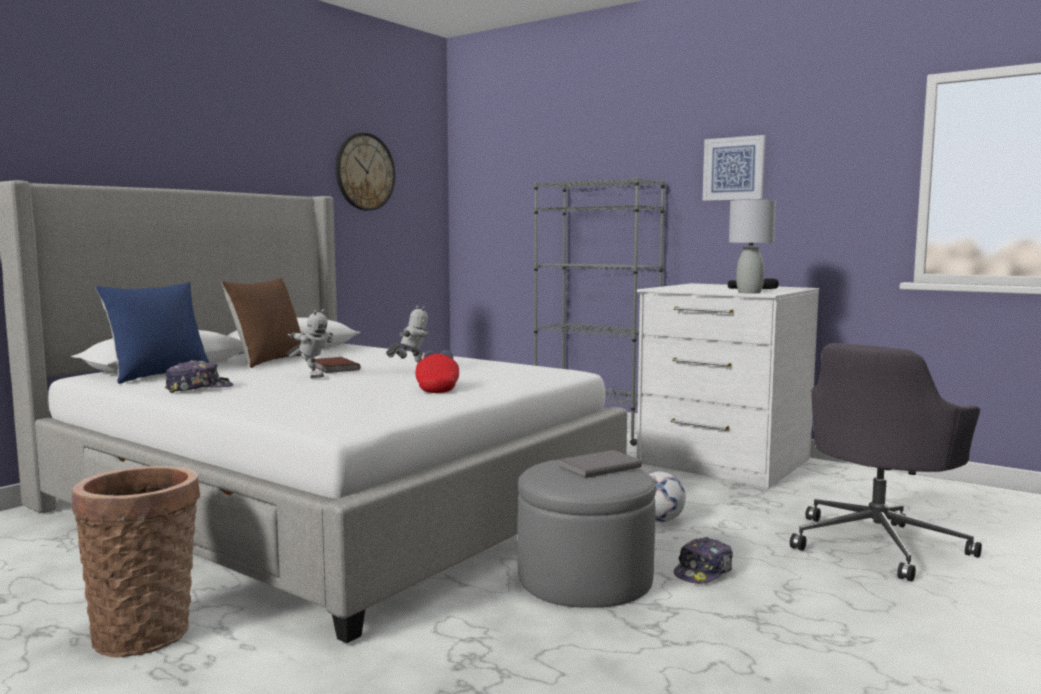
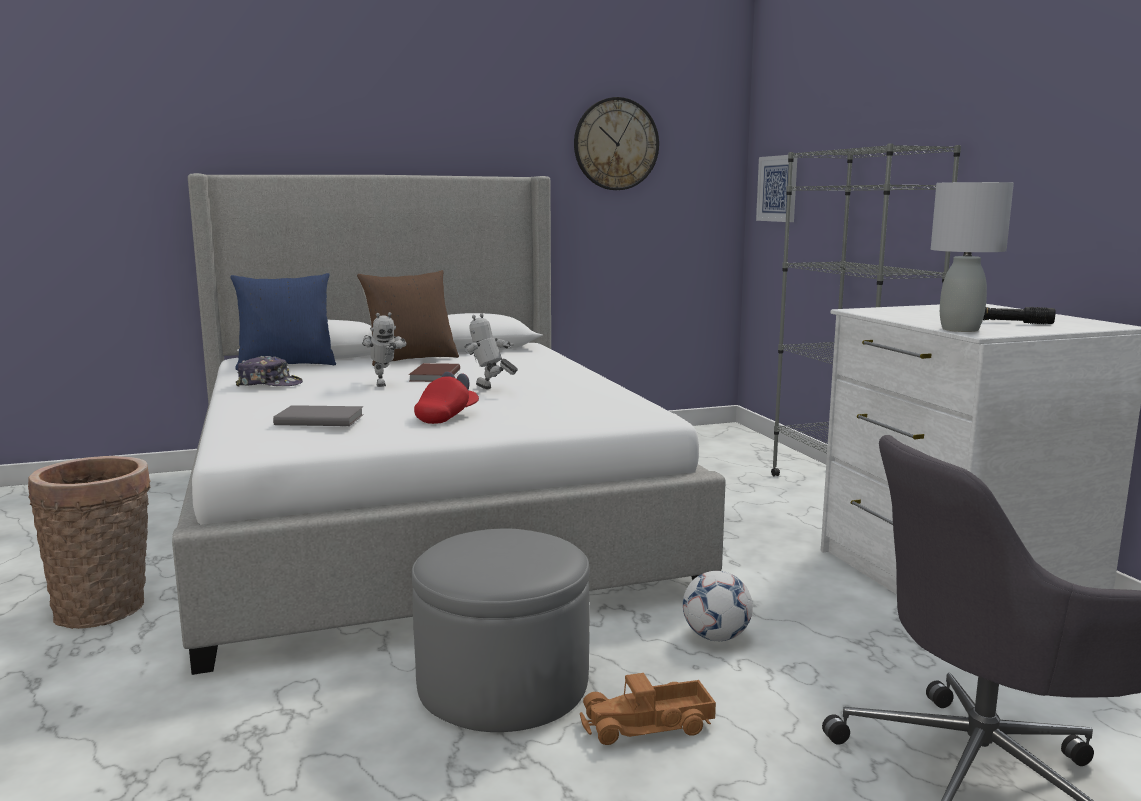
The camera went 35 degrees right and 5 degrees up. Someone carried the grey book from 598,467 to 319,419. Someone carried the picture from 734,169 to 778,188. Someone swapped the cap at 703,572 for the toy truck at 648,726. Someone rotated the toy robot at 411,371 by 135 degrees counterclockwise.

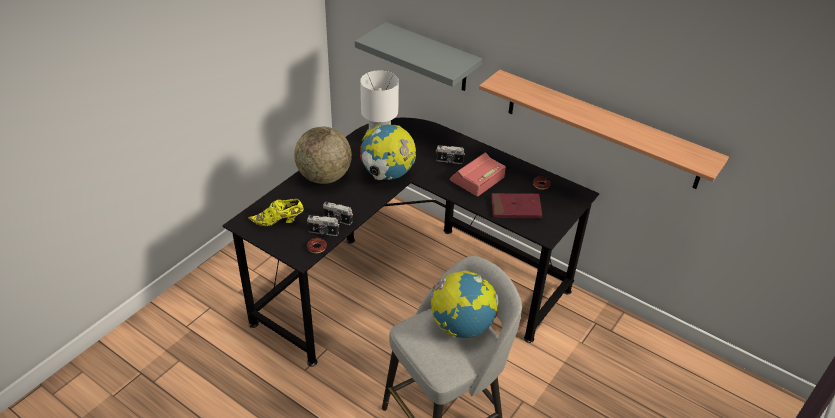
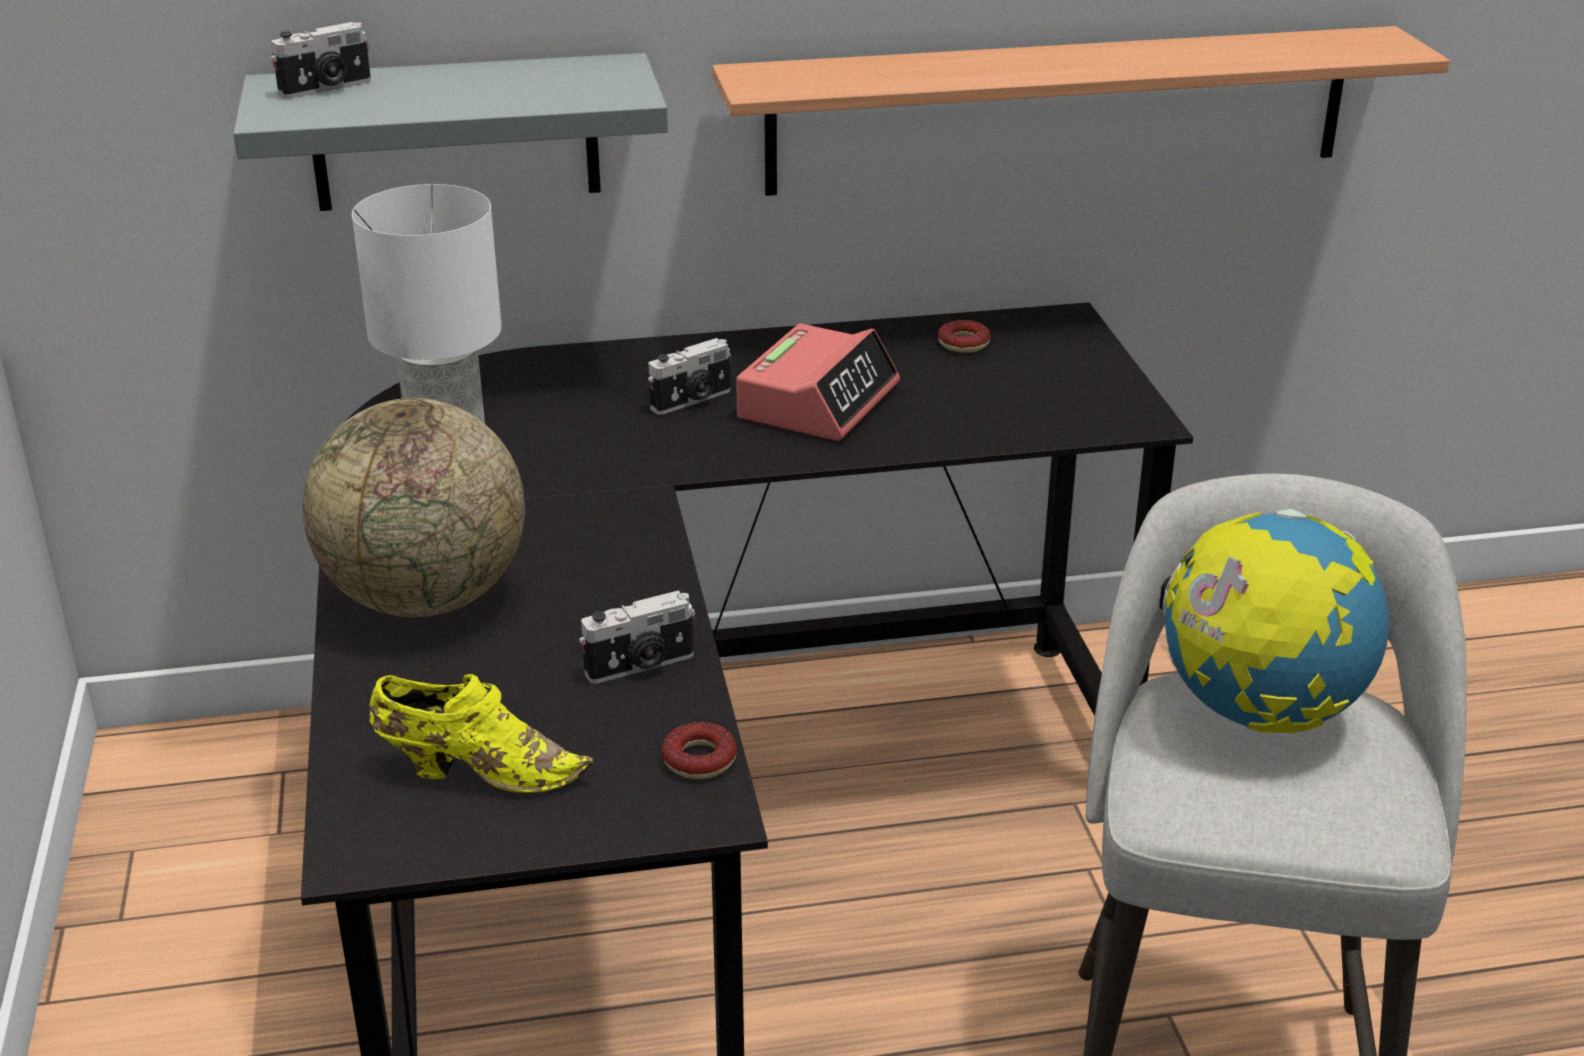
The camera went 45 degrees left and 10 degrees down. Someone took away the globe at 387,175. Someone took away the red book at 516,208. Someone carried the photo camera from 323,232 to 327,88. Someone rotated the yellow shoe at 279,221 by 120 degrees counterclockwise. Someone rotated the alarm clock at 477,179 by 150 degrees counterclockwise.

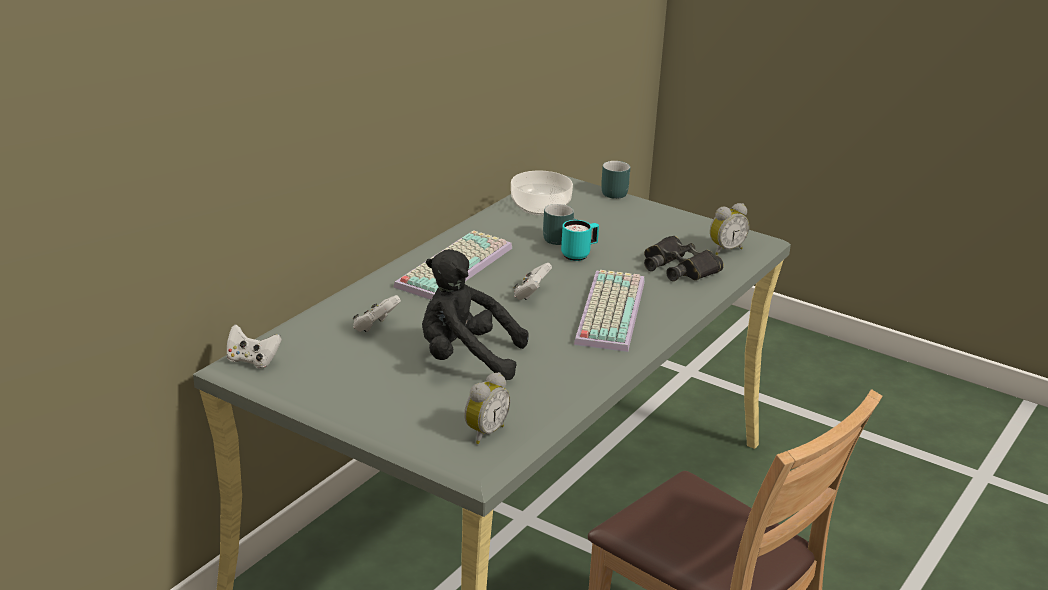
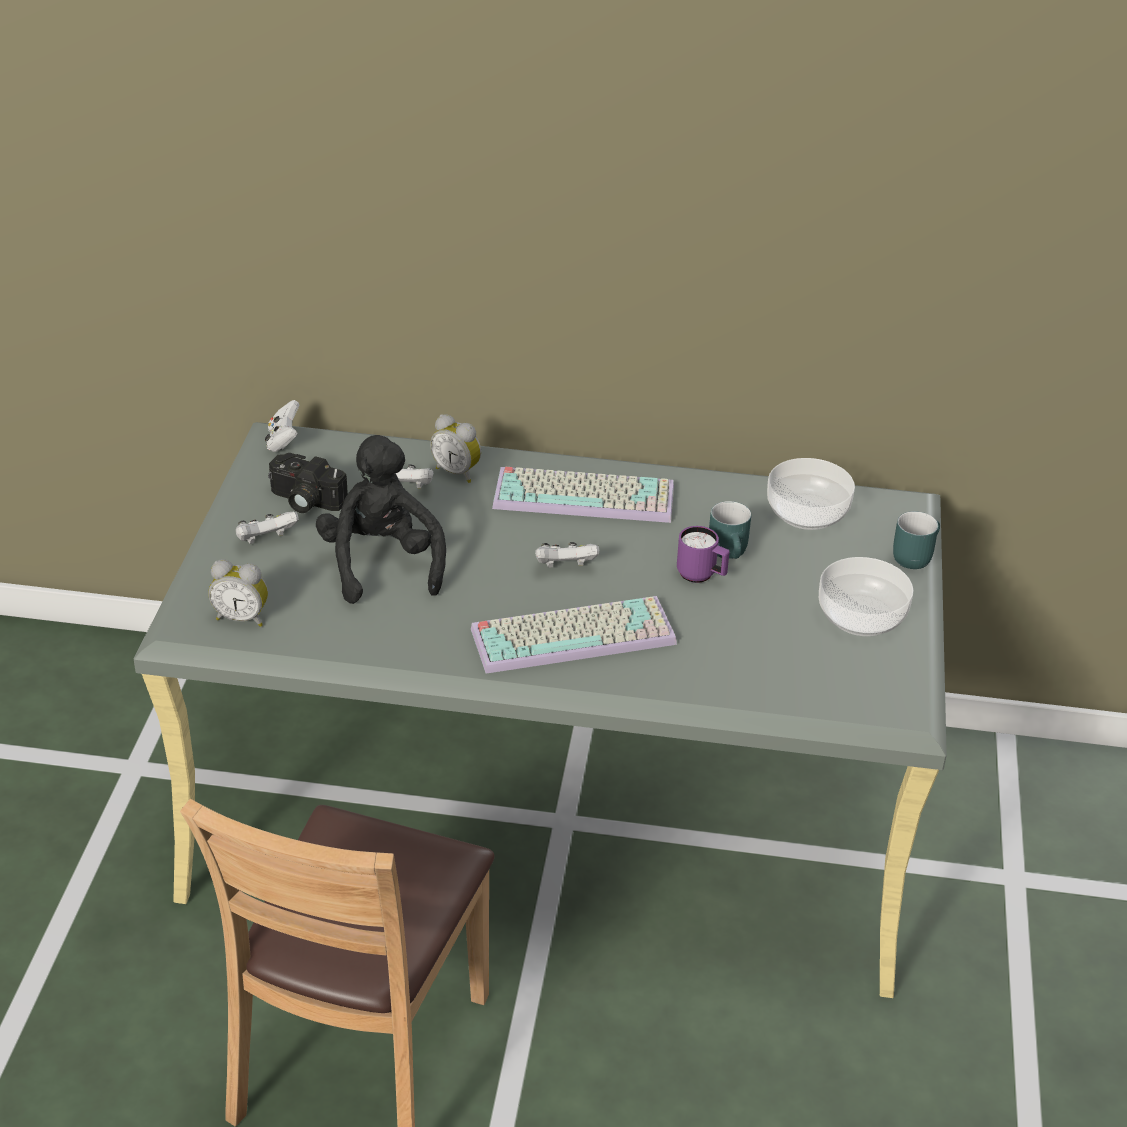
The camera went 65 degrees right and 10 degrees up. Someone took away the black binoculars at 679,268. Someone put down the white game controller at 266,540. Someone put down the photo camera at 304,501. Someone put down the bowl at 861,615. Someone carried the alarm clock from 725,249 to 458,472. Someone repainted the turquoise mug at 579,255, which became the purple mug at 701,576.

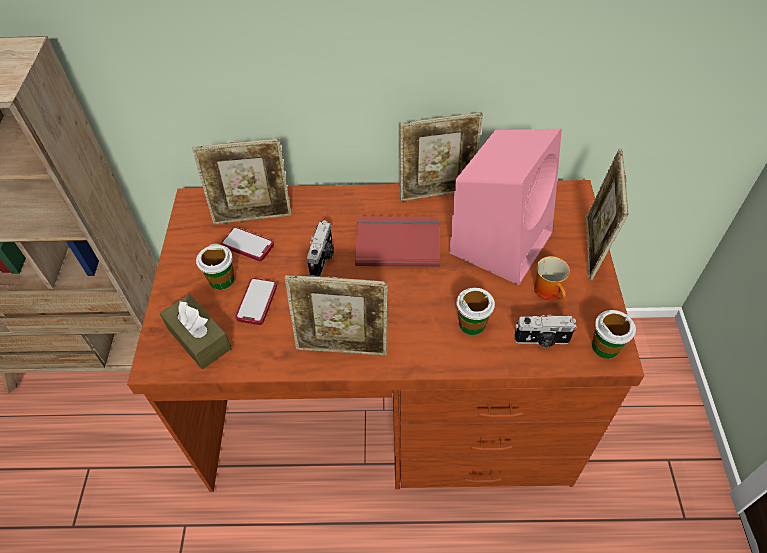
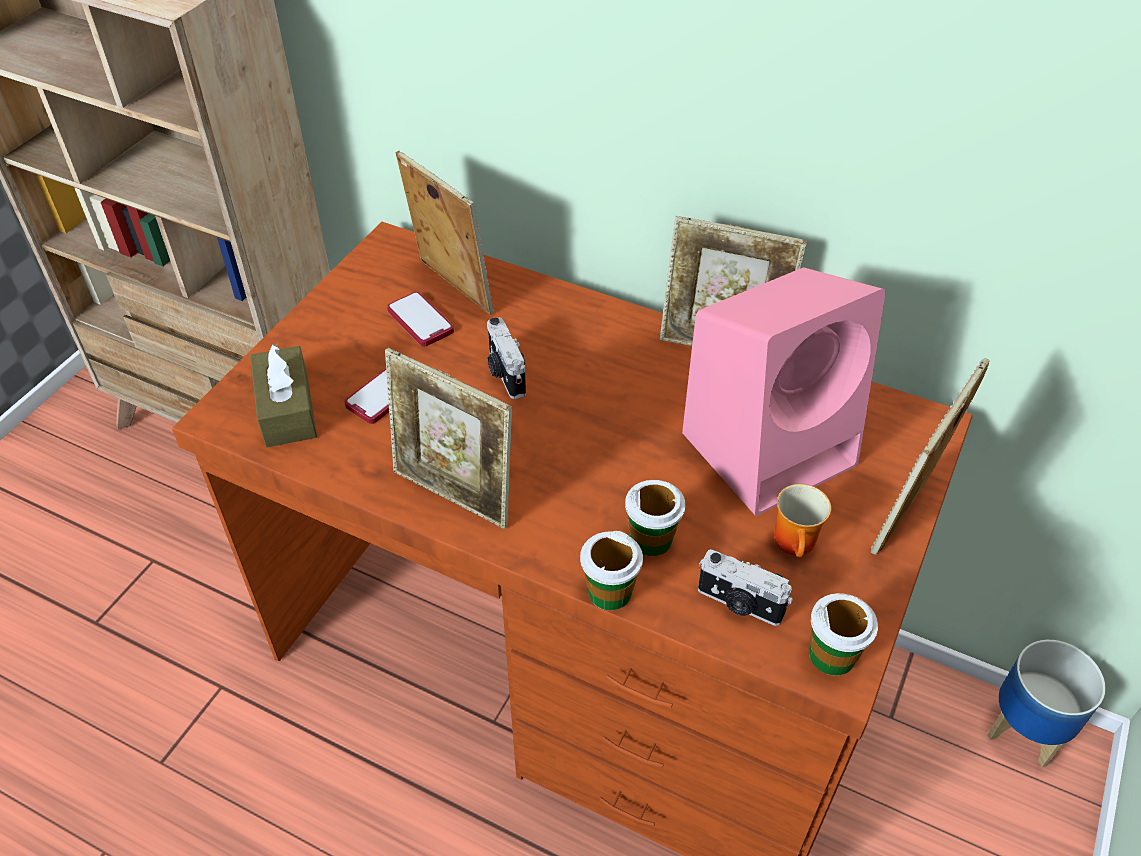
The camera went 25 degrees right and 5 degrees down. Someone took away the red book at 397,242. Someone put down the planter at 1026,731. Someone carried the cup from 221,280 to 609,592. Someone rotated the picture frame at 253,216 by 150 degrees counterclockwise. Someone rotated the photo camera at 323,258 by 120 degrees clockwise.

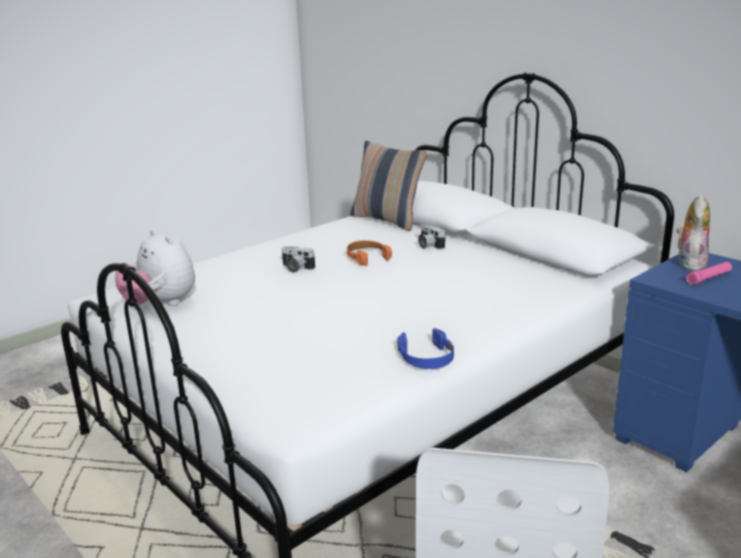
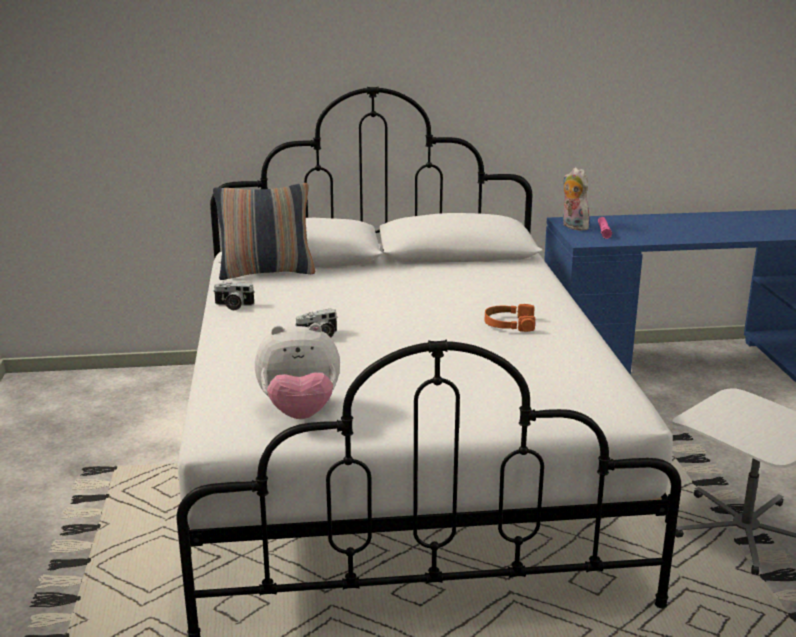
The camera went 55 degrees left and 0 degrees up. Someone took away the blue headphones at 426,358. Someone carried the orange headphones from 367,257 to 509,324. Someone carried the photo camera from 429,245 to 233,306.

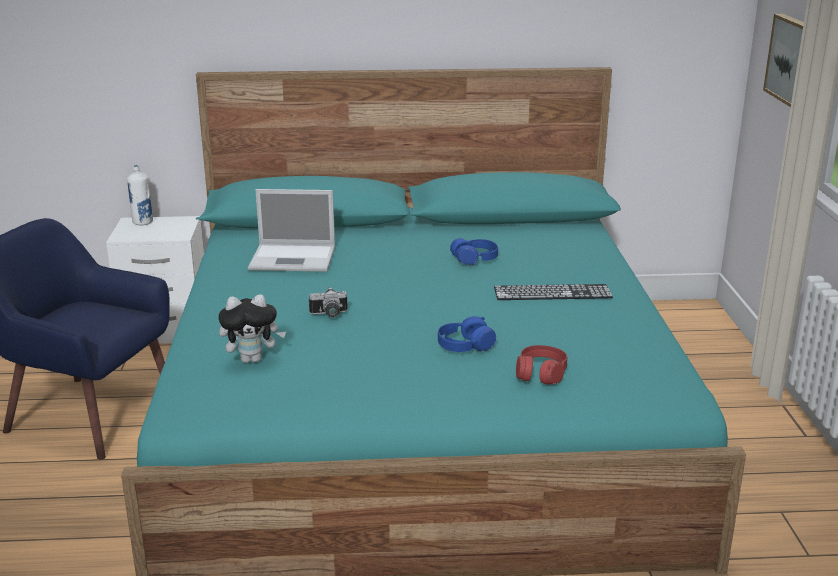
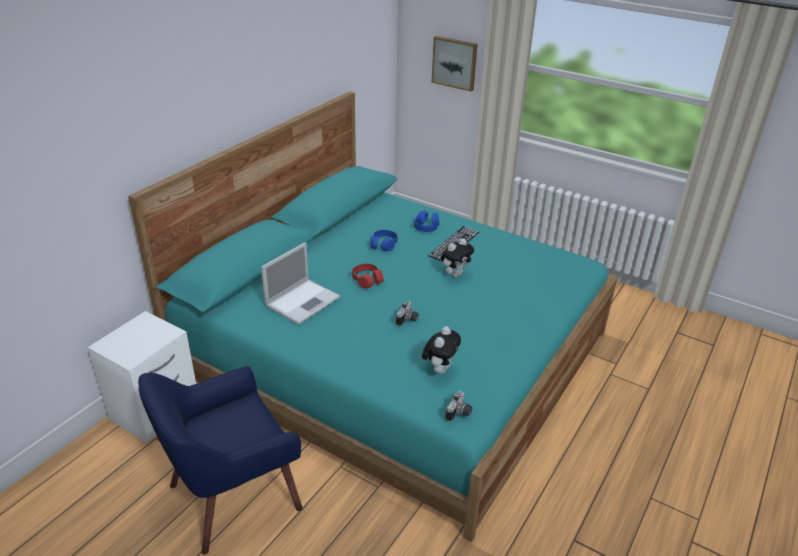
The camera went 55 degrees left and 10 degrees up. Someone took away the white bottle at 142,222. Someone put down the plush toy at 455,274. Someone put down the photo camera at 459,414. Someone carried the blue headphones from 465,346 to 426,227. Someone carried the red headphones from 540,374 to 367,280.

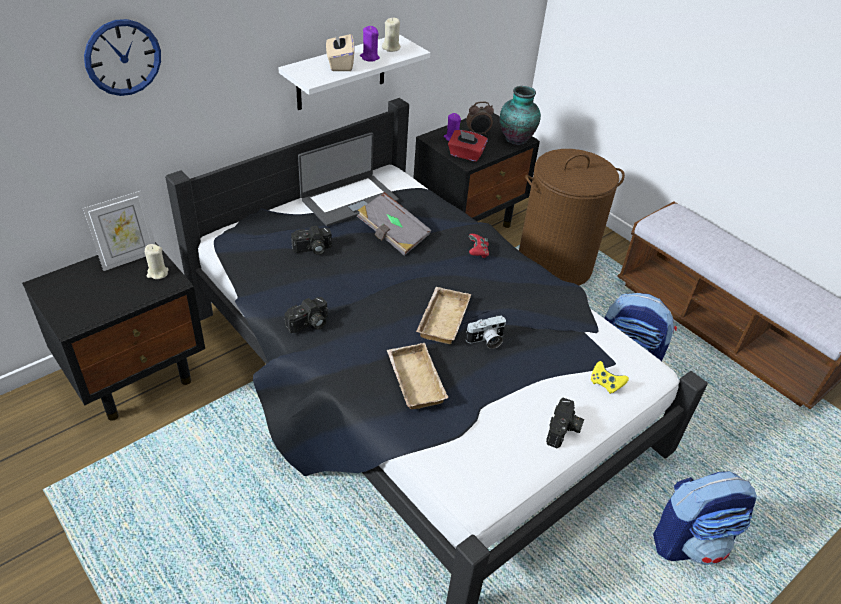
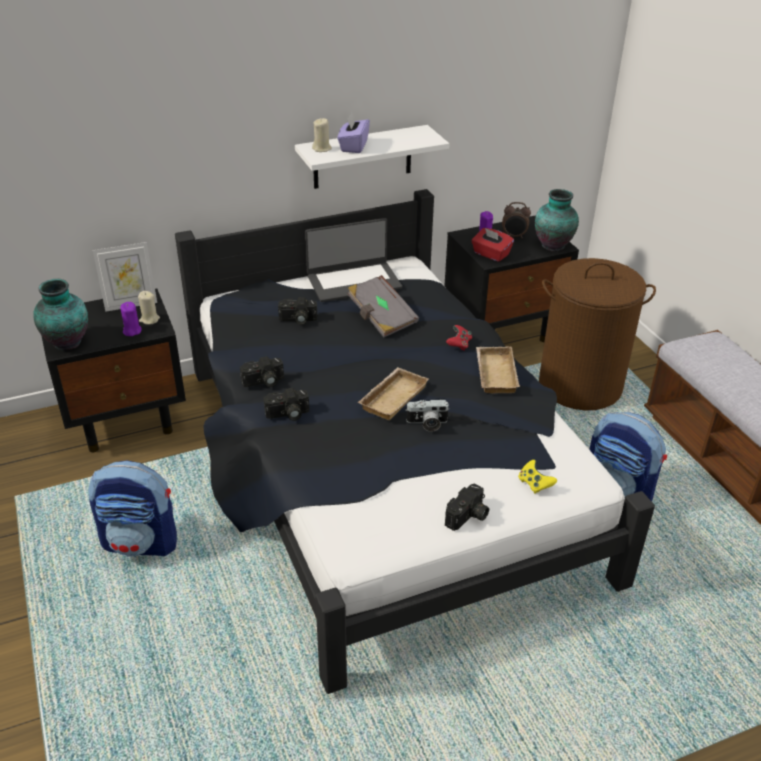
The camera went 20 degrees right and 5 degrees down. Someone took away the wall clock at 123,57. Someone put down the vase at 67,343. Someone put down the photo camera at 287,414. Someone carried the purple candle from 369,57 to 132,331. Someone carried the beige candle from 391,48 to 322,149. Someone carried the beige tray from 413,380 to 494,373. Someone carried the backpack from 690,541 to 141,542. Someone repainted the beige tissue box at 340,64, which became the purple tissue box at 353,146.

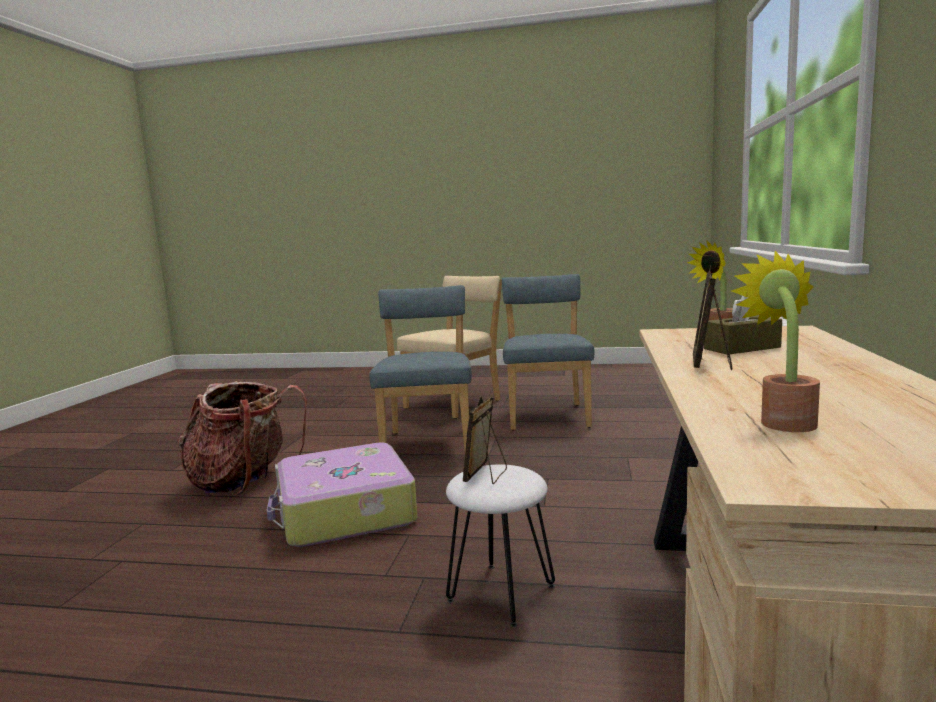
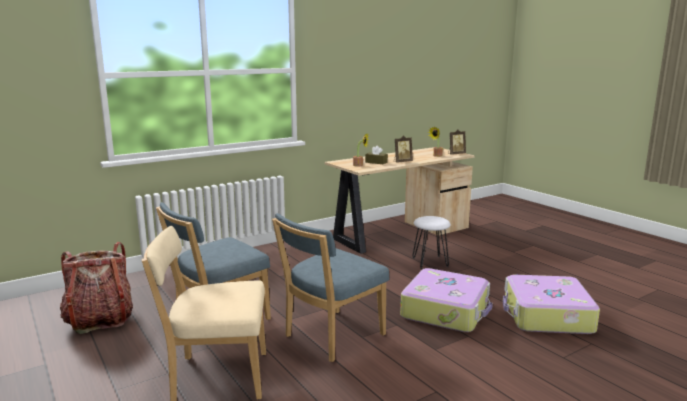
The camera went 135 degrees left and 5 degrees up. Someone put down the suitcase at 546,316. Someone carried the backpack from 244,481 to 100,319. Someone carried the picture frame from 486,475 to 456,154.

